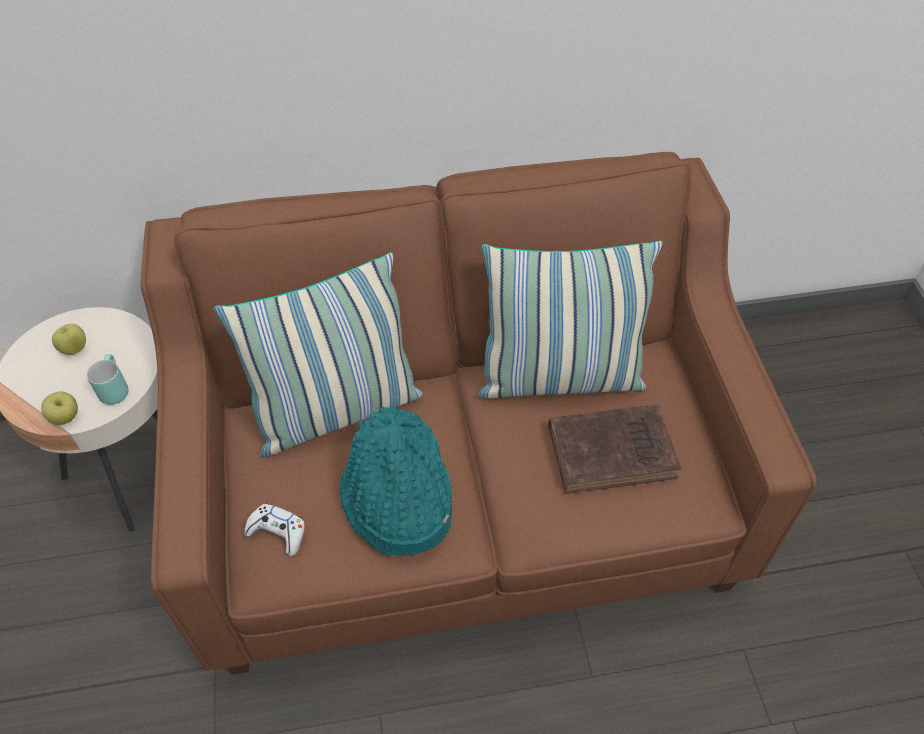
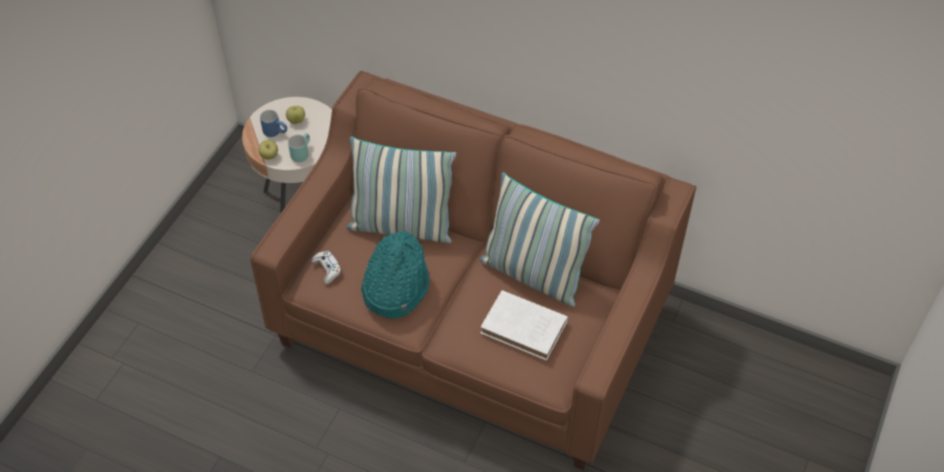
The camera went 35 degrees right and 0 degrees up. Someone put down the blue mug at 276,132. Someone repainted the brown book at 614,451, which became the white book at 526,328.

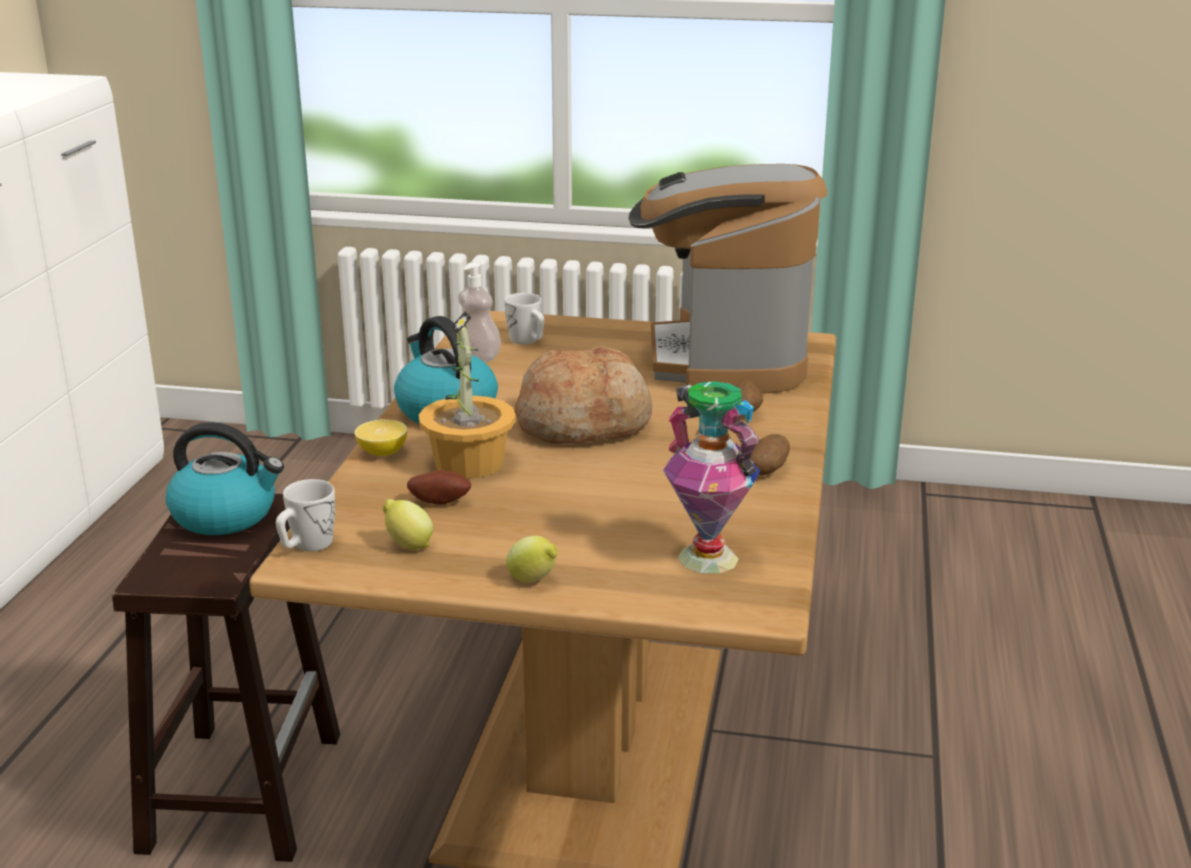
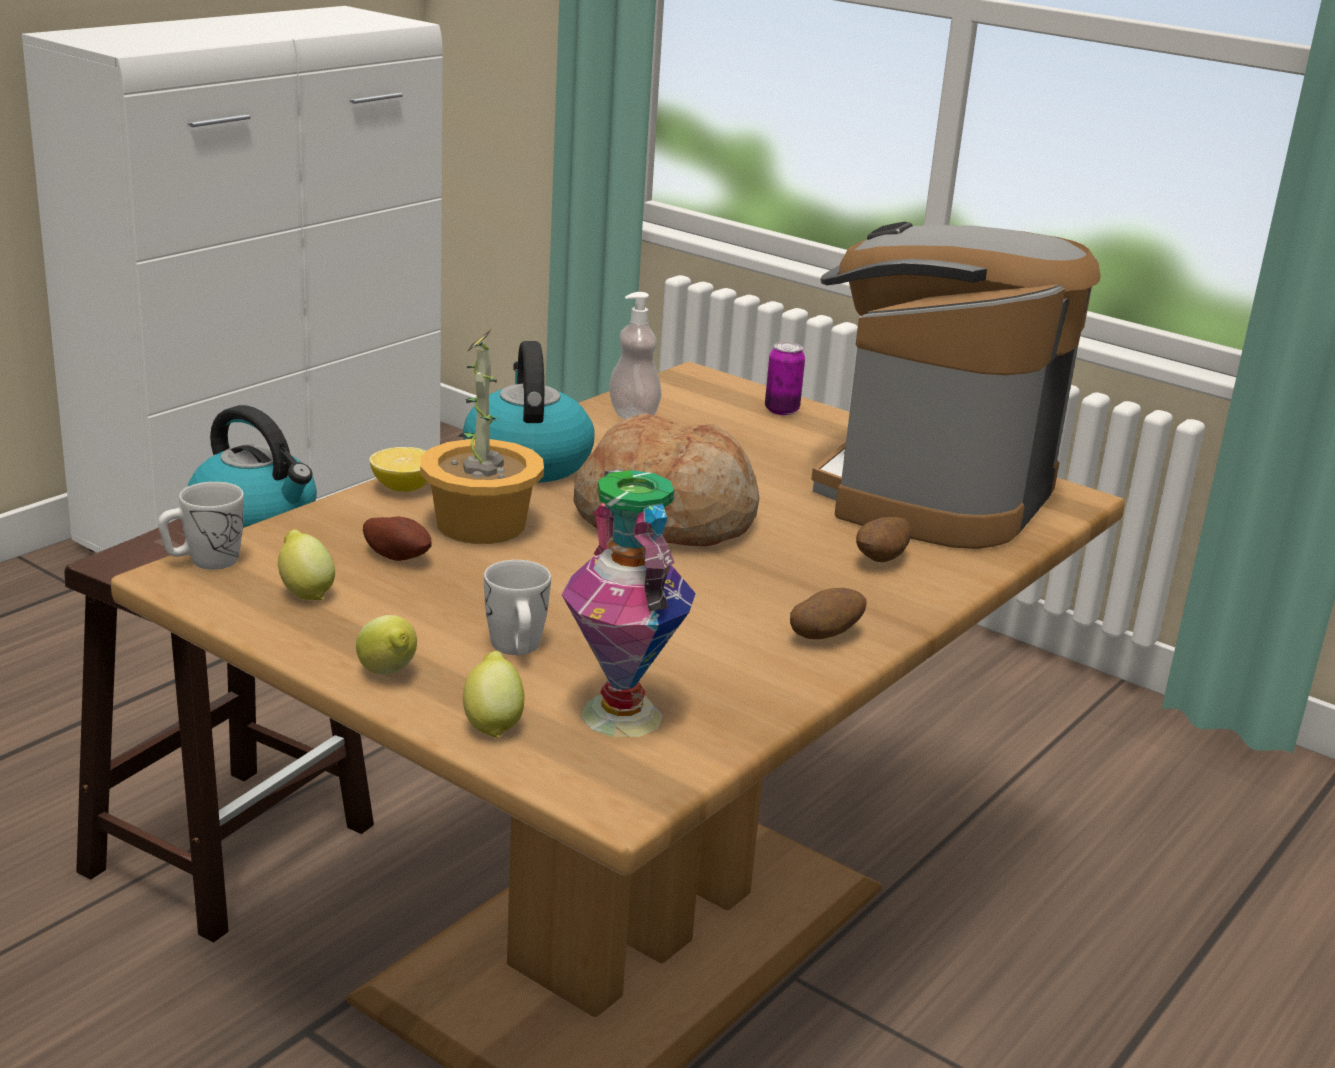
The camera went 25 degrees right and 0 degrees up. Someone put down the lemon at 493,724. Someone put down the can at 781,410. Someone carried the white mug from 527,341 to 517,649.

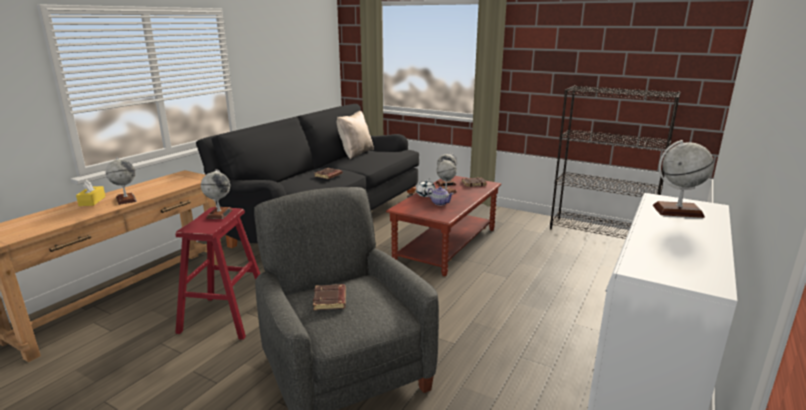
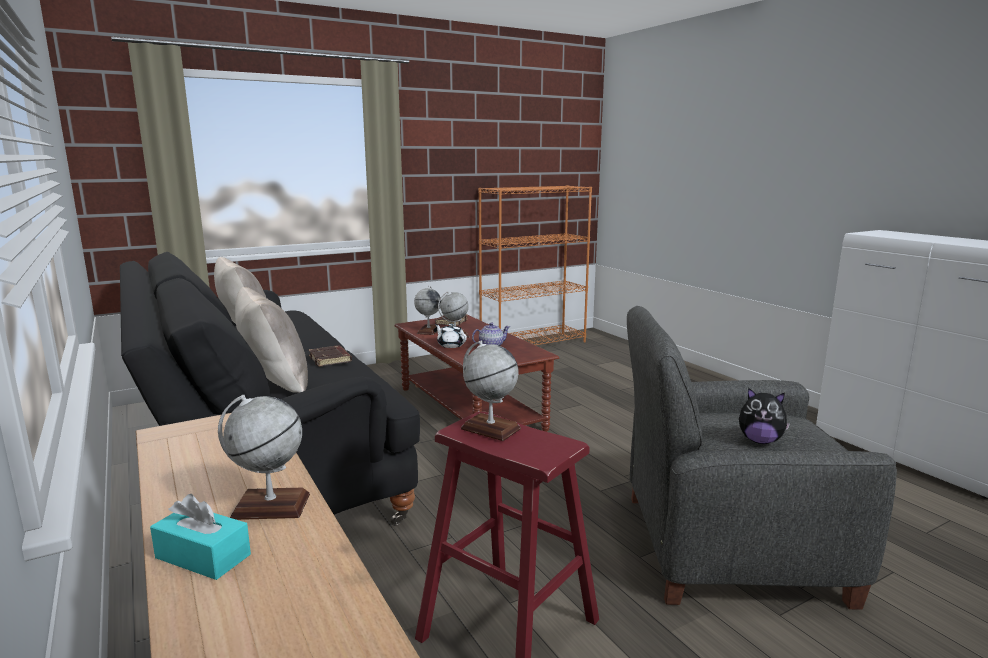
The camera went 60 degrees left and 5 degrees down. Someone took away the globe at 677,211. Someone put down the beige pillow at 274,382. Someone swapped the brown book at 330,300 for the plush toy at 760,441. Someone repainted the yellow tissue box at 92,201, which became the turquoise tissue box at 203,556. Someone repainted the black bookcase at 601,232, which became the orange bookcase at 533,344.

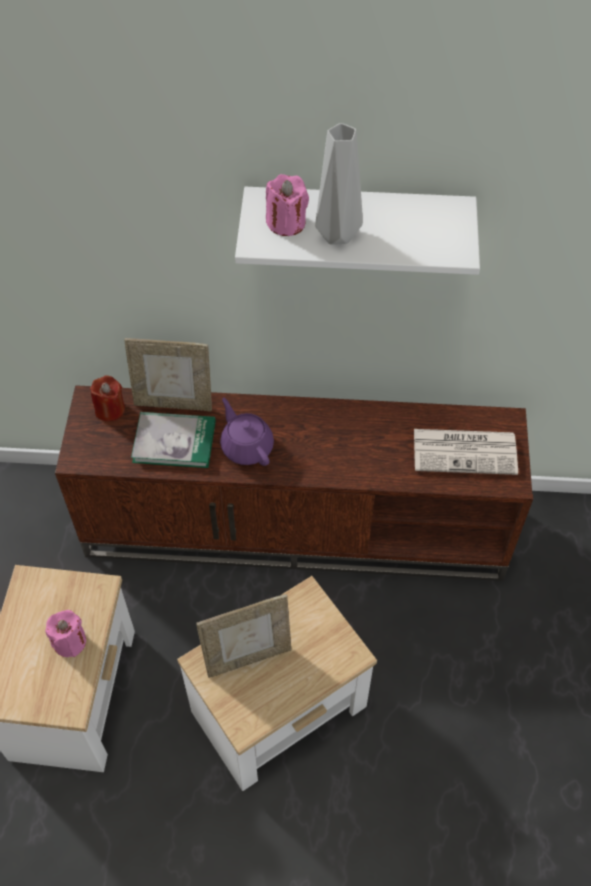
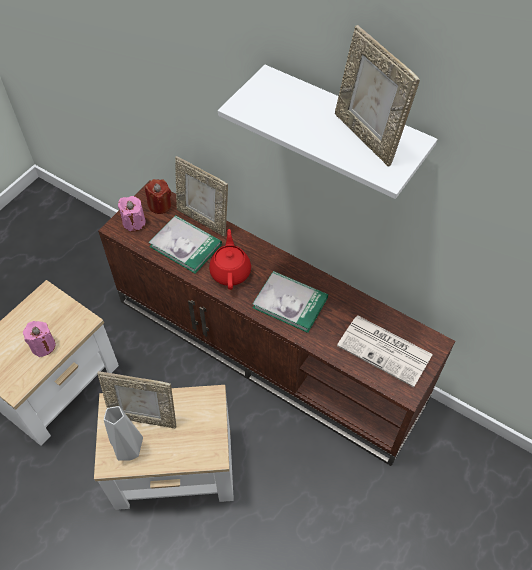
The camera went 30 degrees right and 0 degrees up. Someone put down the book at 290,303. Someone put down the picture frame at 367,137. Someone carried the pink candle from 286,223 to 134,222. Someone carried the grey vase from 338,234 to 130,449. Someone repainted the purple teapot at 247,446, which became the red teapot at 230,271.

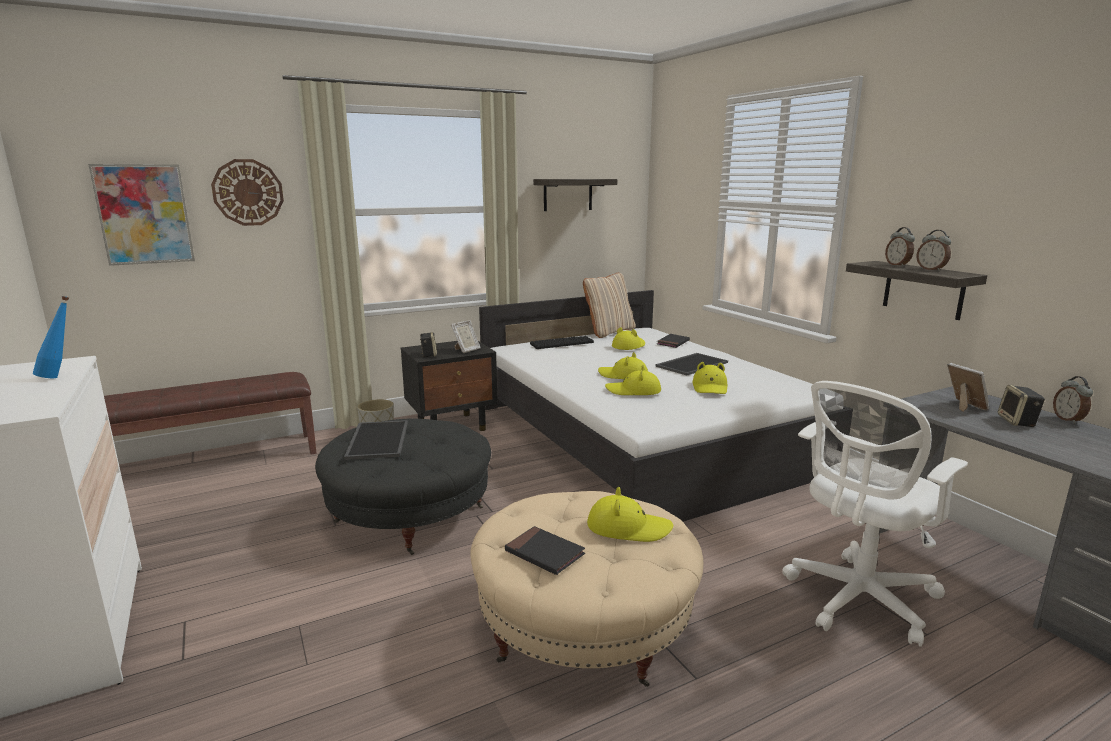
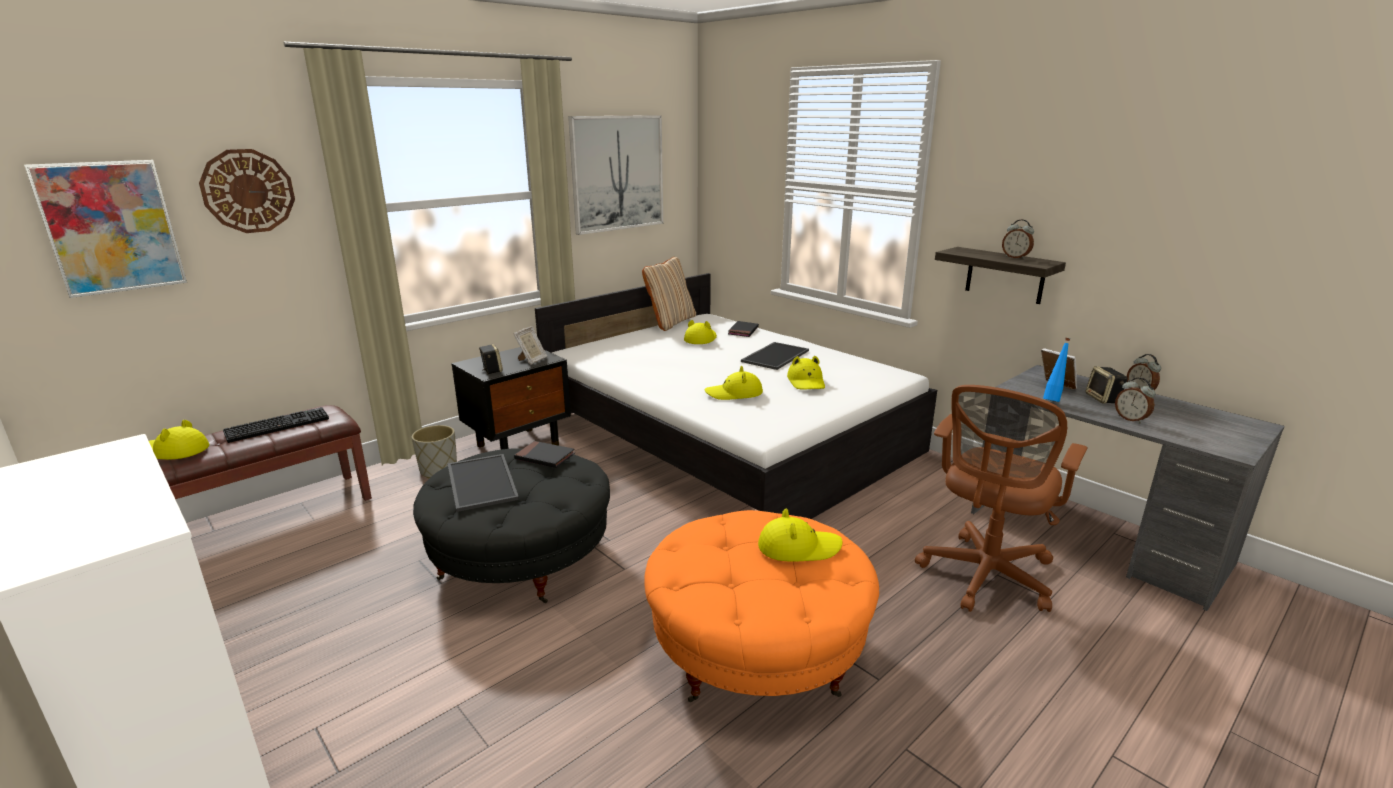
The camera went 15 degrees left and 5 degrees up. Someone carried the blue bottle from 60,376 to 1052,400. Someone carried the black book from 544,553 to 545,457. Someone carried the keyboard from 562,343 to 278,425. Someone carried the yellow hat from 623,375 to 175,451. Someone carried the alarm clock from 897,265 to 1131,419. Someone swapped the shelf at 568,194 for the picture at 617,173. Someone repainted the beige ottoman at 584,626, which became the orange ottoman at 757,648. Someone repainted the white office chair at 857,601, which became the brown office chair at 985,578.

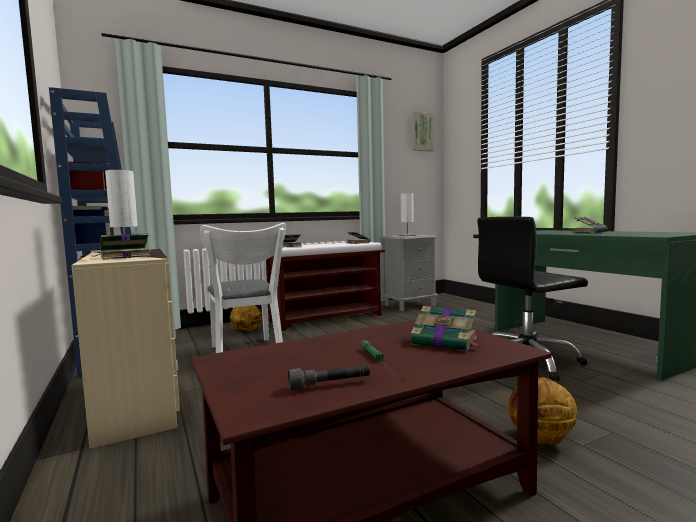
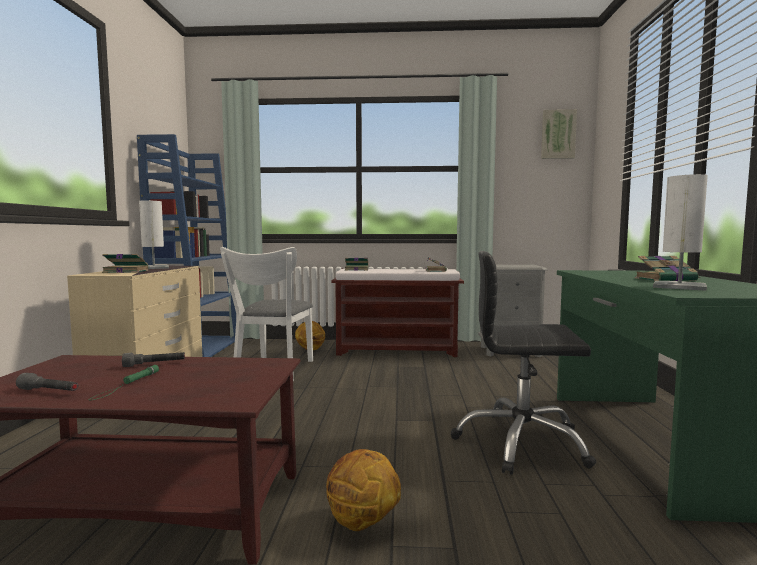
The camera went 30 degrees right and 0 degrees up. Someone took away the book at 445,342. Someone put down the grey flashlight at 154,364. Someone carried the white table lamp from 407,235 to 679,287.

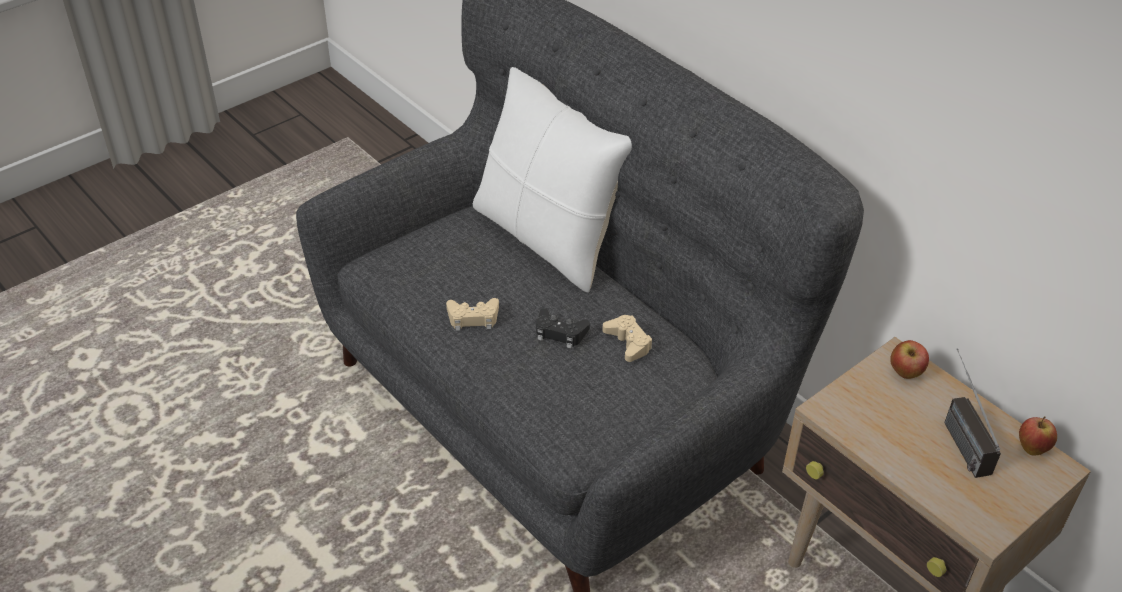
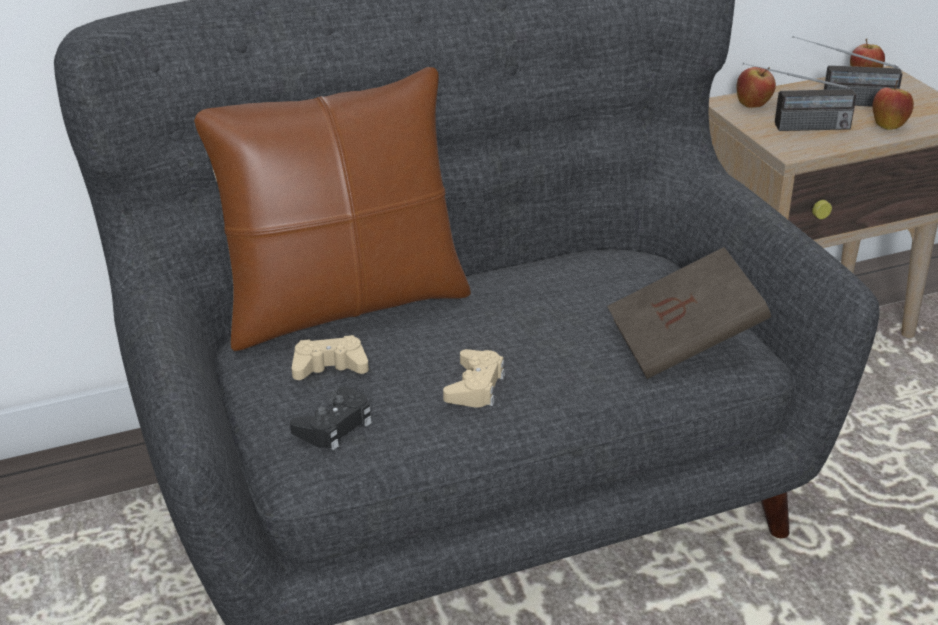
The camera went 70 degrees left and 10 degrees down. Someone put down the brown book at 684,343. Someone put down the radio at 793,127. Someone put down the apple at 888,125. Someone carried the black game controller from 560,333 to 335,426. Someone carried the beige game controller from 628,342 to 329,367. Someone repainted the white pillow at 548,238, which became the brown pillow at 344,304.

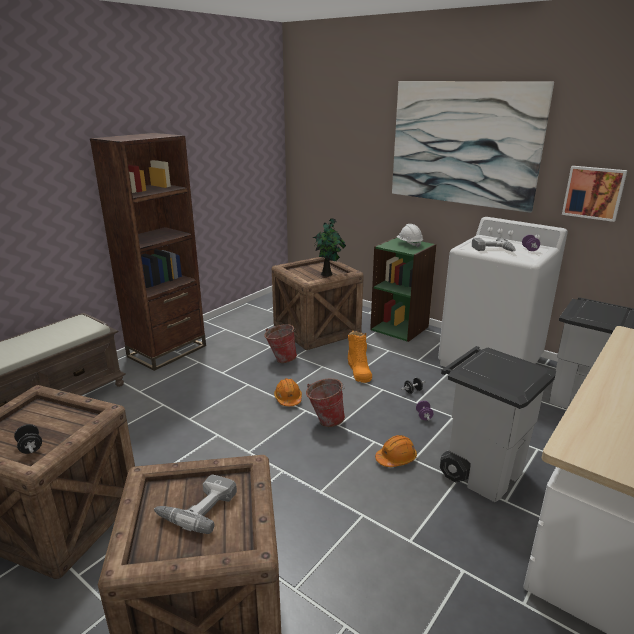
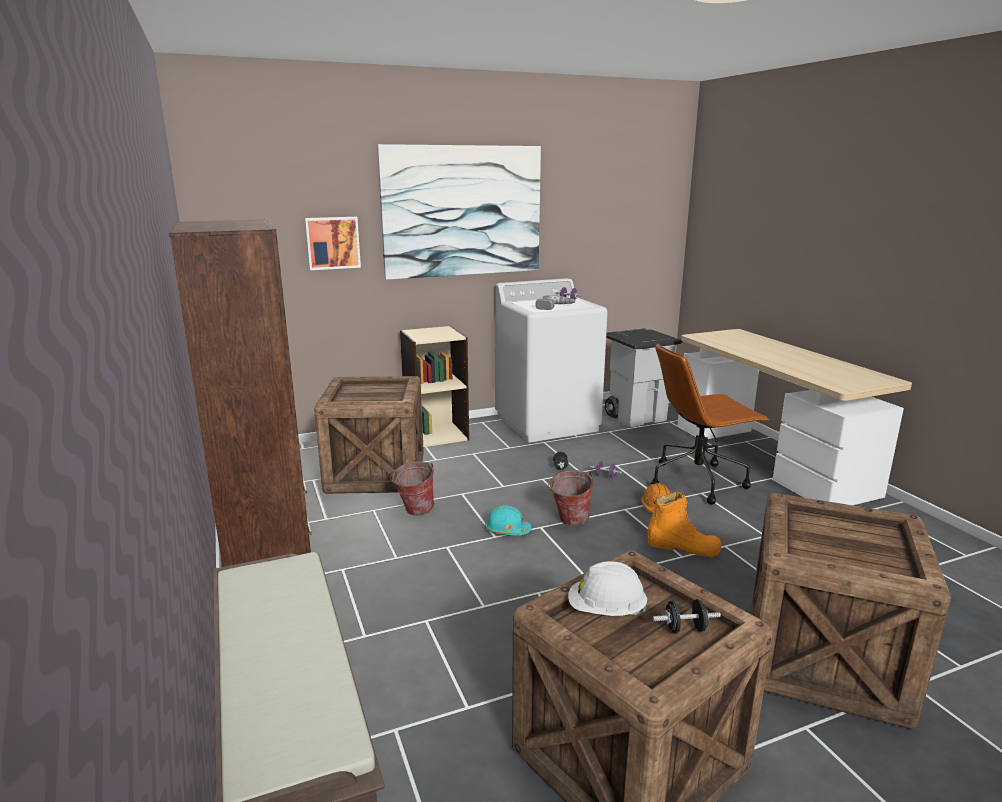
The camera went 60 degrees left and 5 degrees down. Someone took away the power drill at 197,507. Someone took away the potted plant at 327,274. Someone carried the orange boot from 359,371 to 683,547. Someone carried the white hard hat from 409,244 to 606,611. Someone carried the picture from 593,192 to 332,243. Someone swapped the grey trash can at 482,471 for the brown office chair at 698,480. Someone repainted the orange hard hat at 288,398, which became the turquoise hard hat at 507,530. Someone repainted the green bookcase at 400,328, which became the beige bookcase at 436,434.

